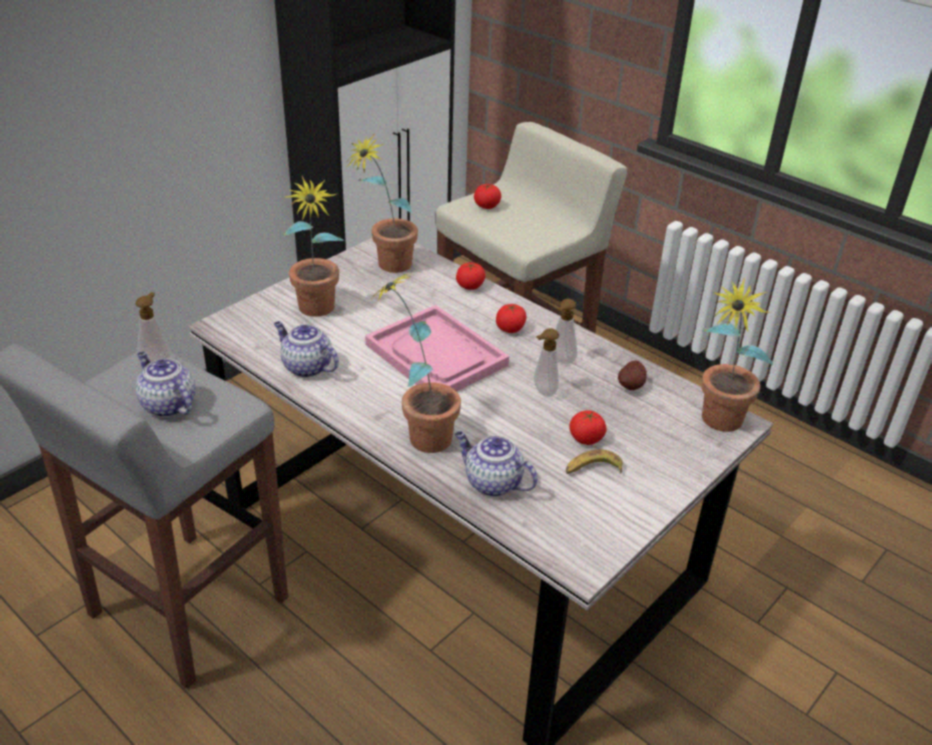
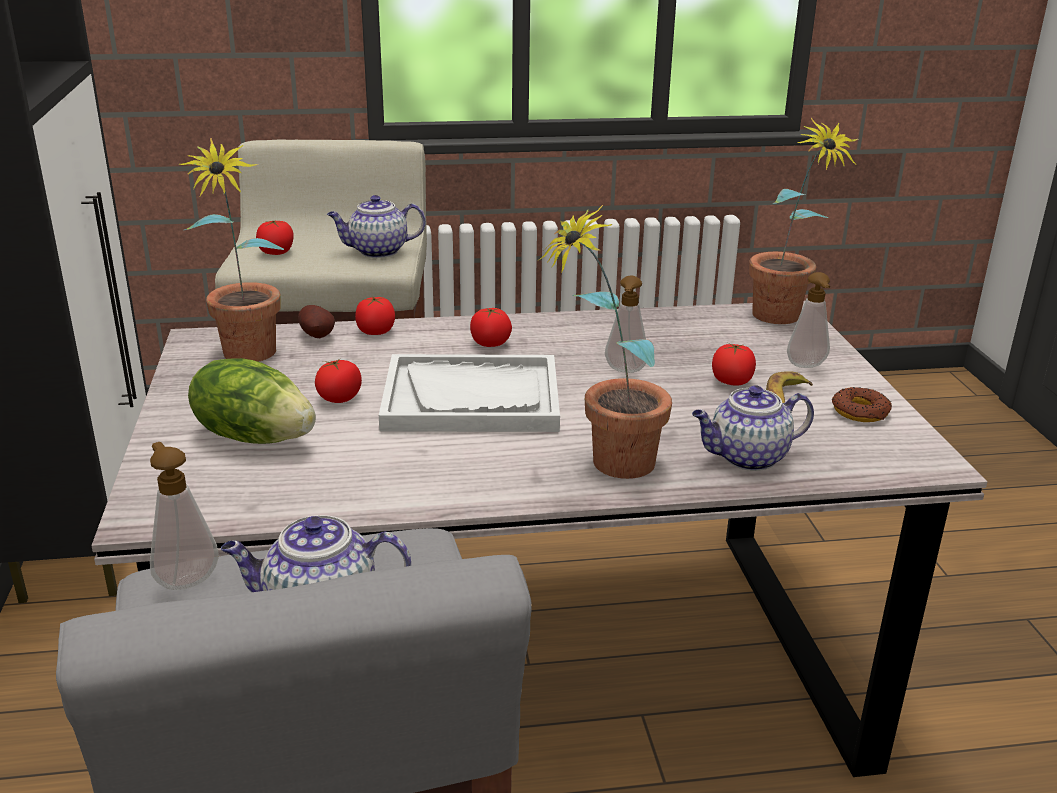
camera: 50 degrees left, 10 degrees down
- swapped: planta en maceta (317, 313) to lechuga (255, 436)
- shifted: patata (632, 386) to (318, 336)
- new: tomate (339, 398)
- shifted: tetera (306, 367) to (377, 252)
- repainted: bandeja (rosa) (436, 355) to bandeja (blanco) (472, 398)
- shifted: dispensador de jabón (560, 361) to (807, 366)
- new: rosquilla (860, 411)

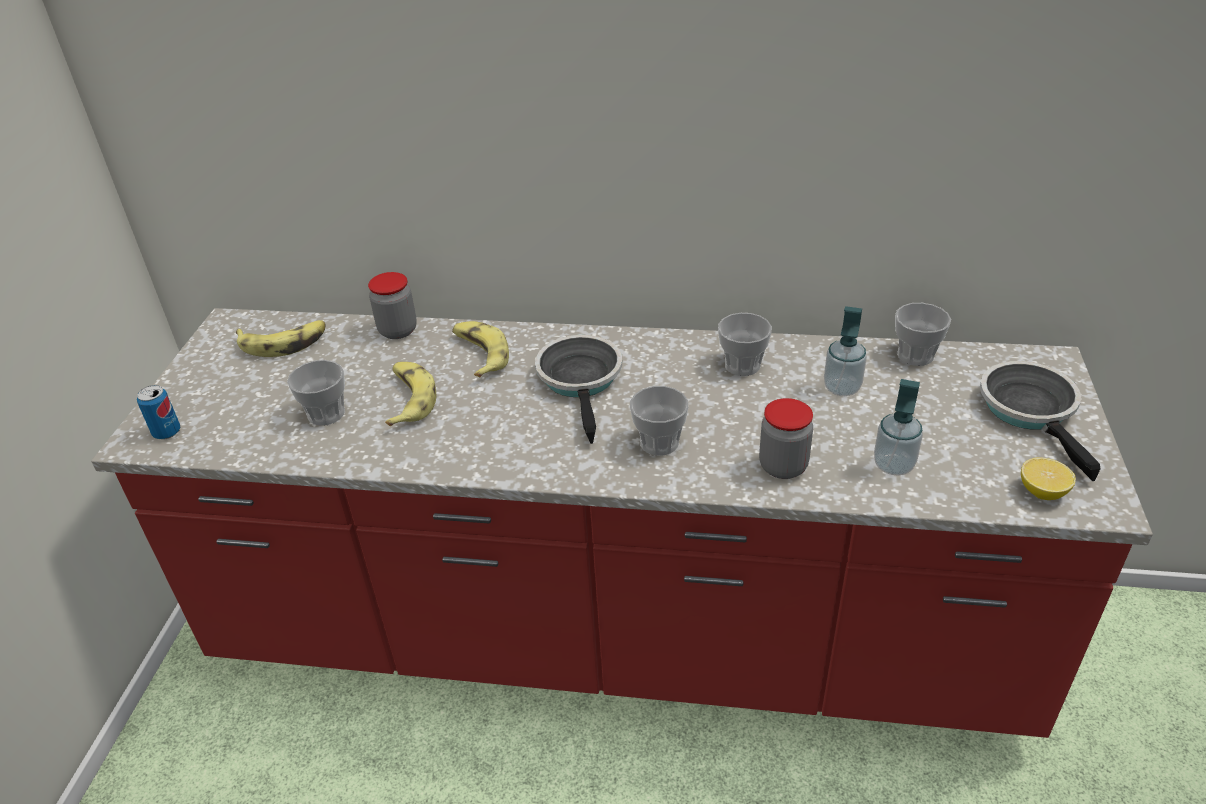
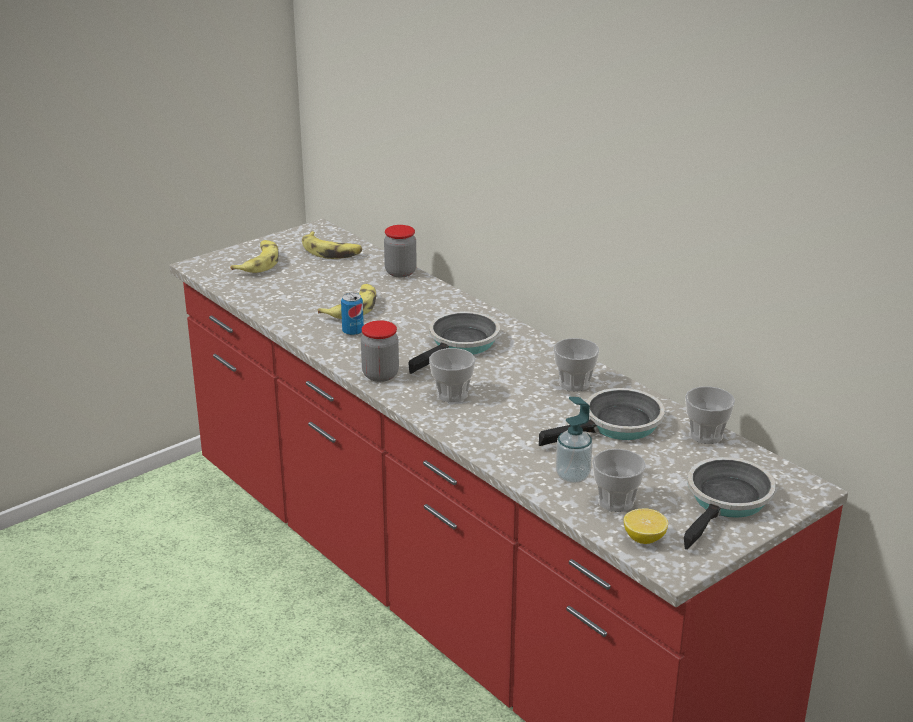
camera: 40 degrees right, 10 degrees down
- shifted: plátano (480, 354) to (258, 263)
- shifted: lata (167, 432) to (353, 332)
- shifted: tarro (783, 466) to (380, 375)
- swapped: dispensador de jabón (842, 388) to sartén (617, 426)
- shifted: taza (326, 414) to (616, 501)

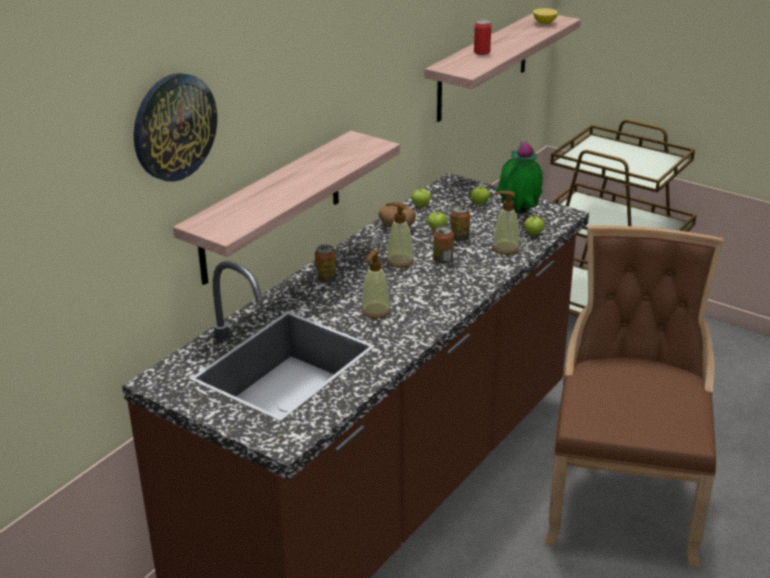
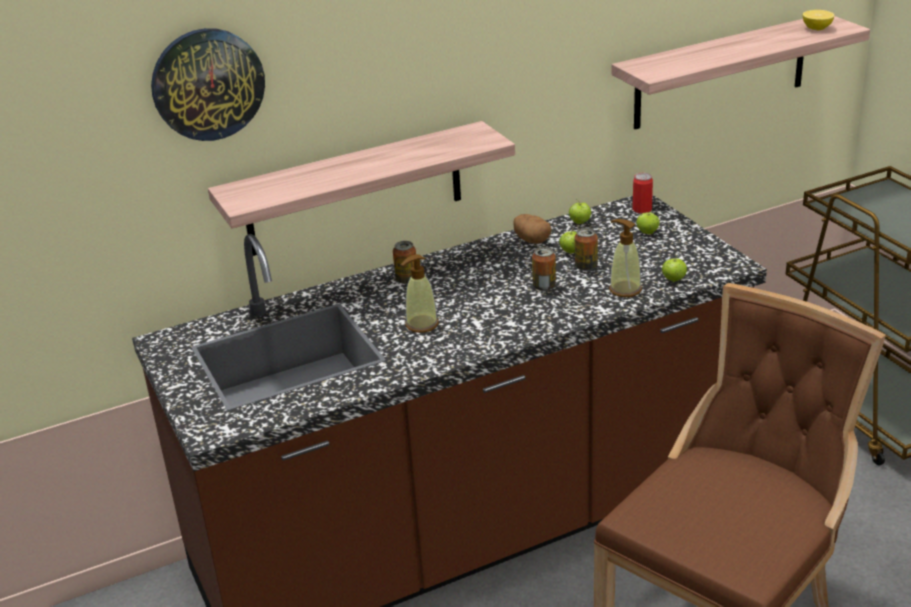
camera: 30 degrees right, 0 degrees up
- shifted: lata (481, 52) to (642, 209)
- gone: dispensador de jabón (399, 261)
- gone: planta en maceta (518, 215)

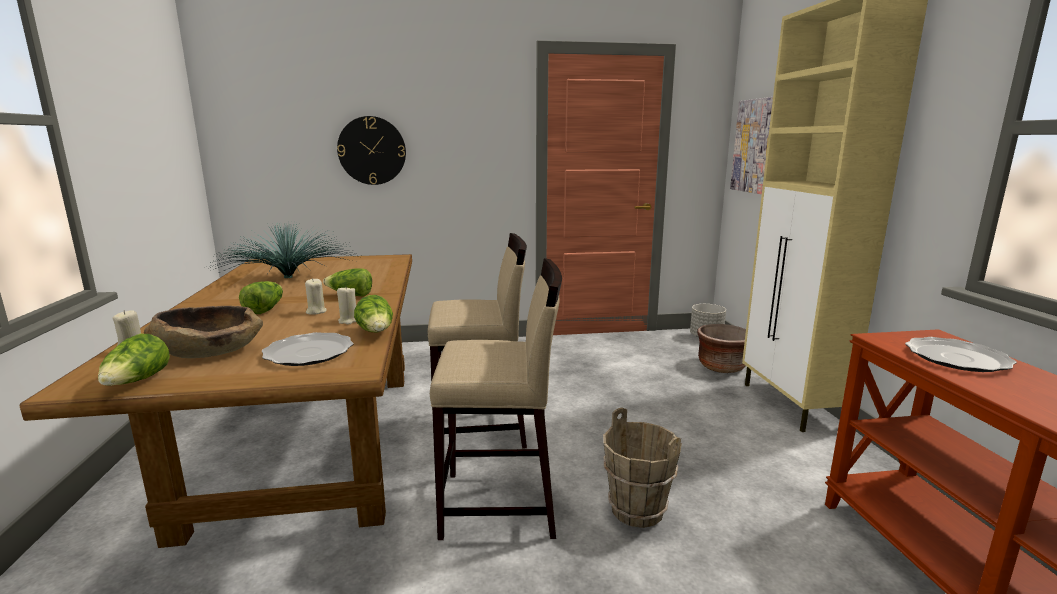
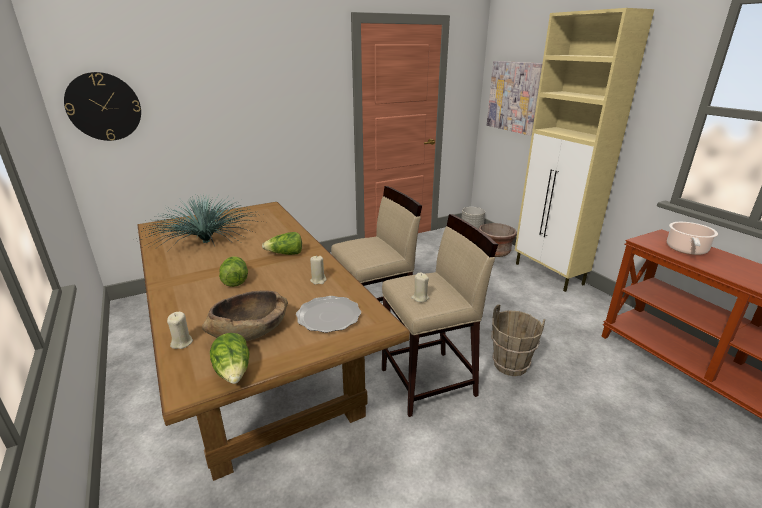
camera: 20 degrees left, 10 degrees up
- shifted: reloj de pared (372, 150) to (104, 107)
- shifted: vela (beis) (316, 311) to (420, 298)
- swapped: plato (956, 358) to olla (686, 250)
- gone: lechuga (376, 332)

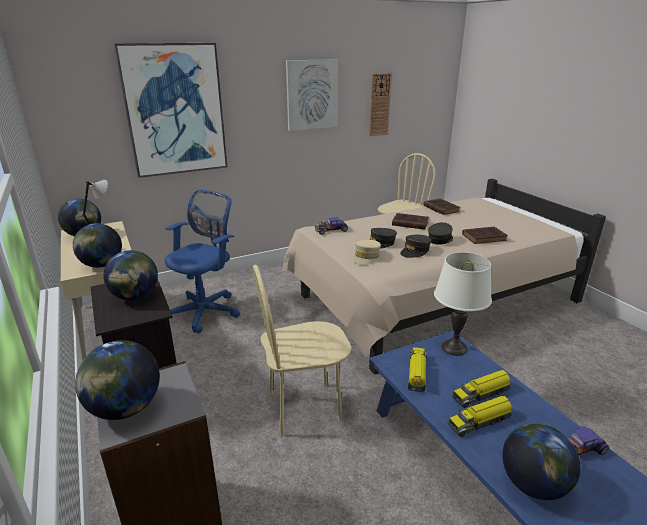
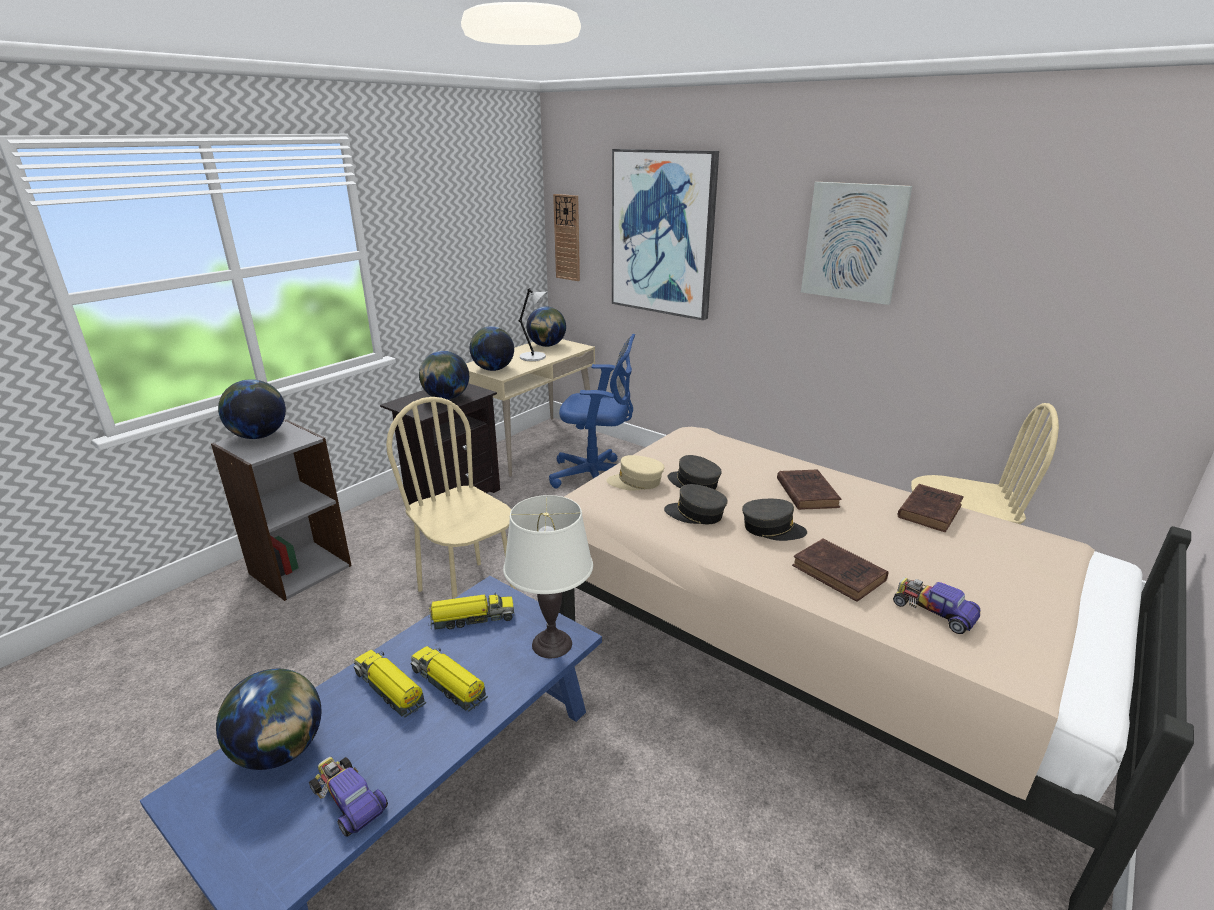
camera: 65 degrees right, 0 degrees up
- shifted: reloj de pared (379, 105) to (567, 238)
- shifted: coche de juguete (331, 230) to (933, 611)

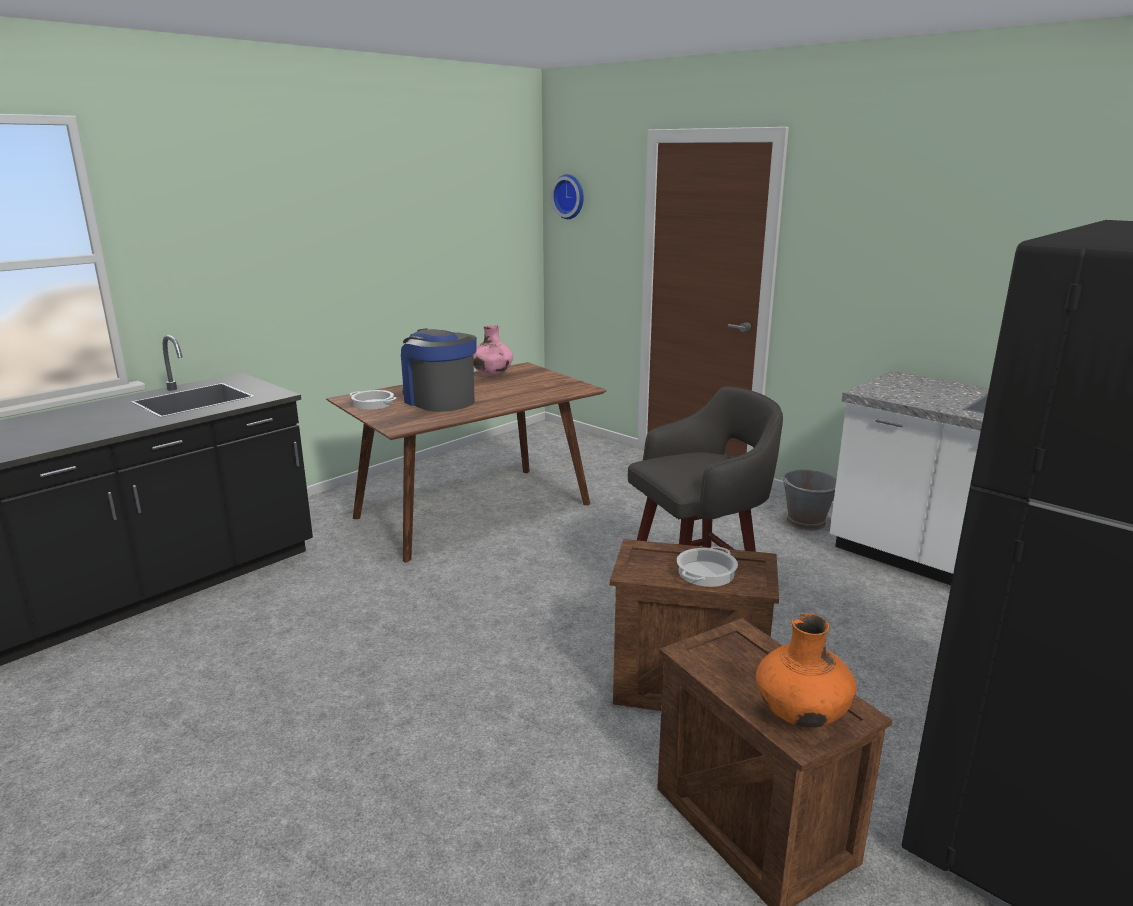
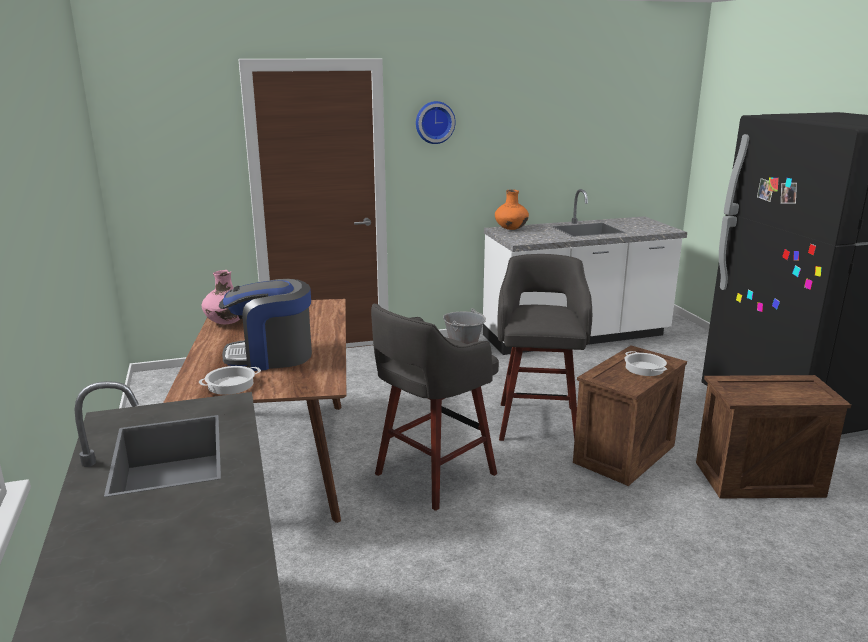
camera: 60 degrees left, 0 degrees up
- new: taburete (gris) (432, 475)
- shifted: reloj de pared (570, 196) to (434, 122)
- shifted: florero (naranja) (801, 715) to (511, 229)

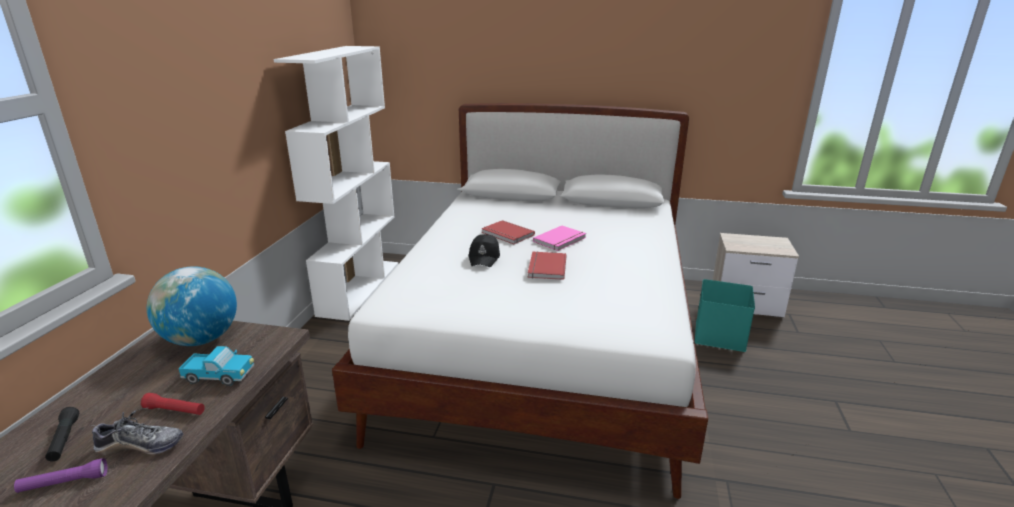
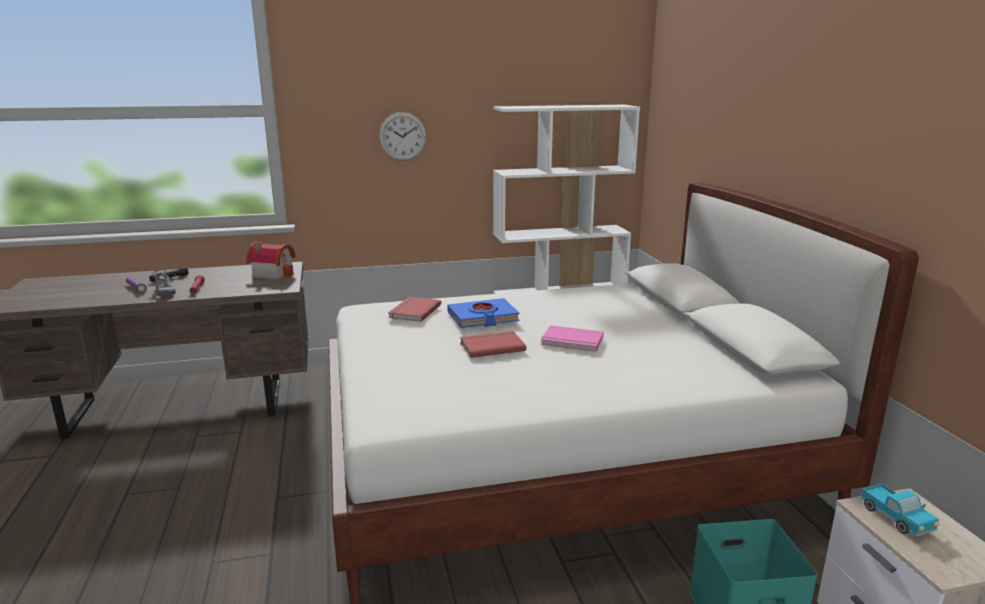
camera: 65 degrees right, 5 degrees down
- swapped: globo terráqueo (201, 340) to casita (273, 273)
- new: reloj de pared (402, 136)
- shifted: libro (rojo) (507, 234) to (413, 311)
- swapped: gorra (negro) (484, 257) to libro (azul) (483, 318)
- shifted: camión de juguete (220, 377) to (896, 519)

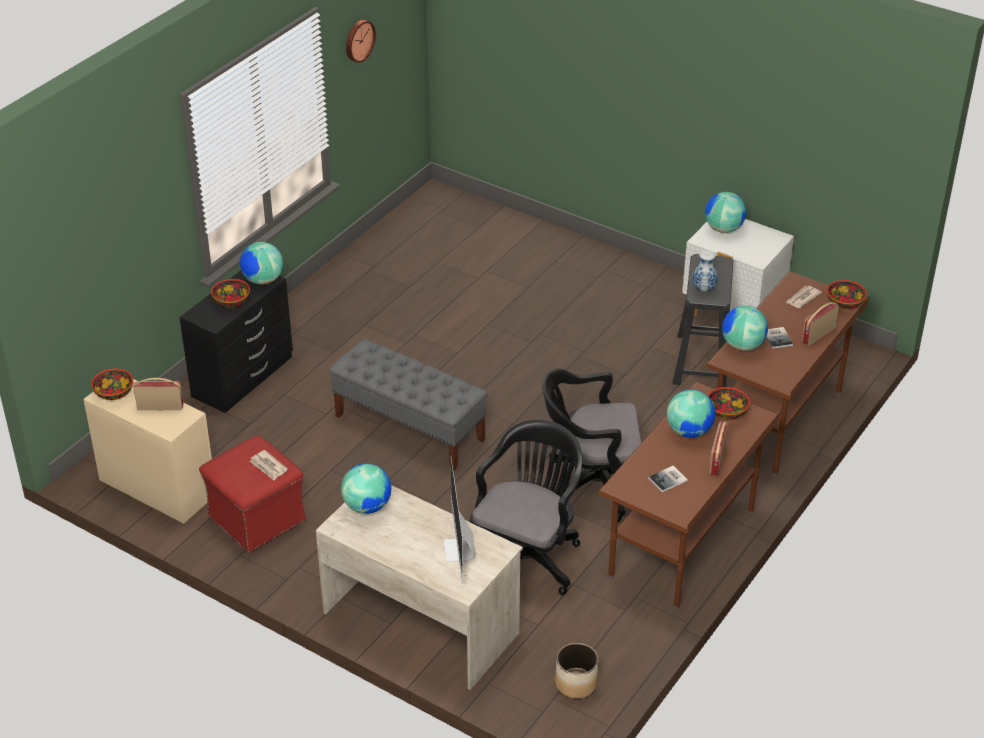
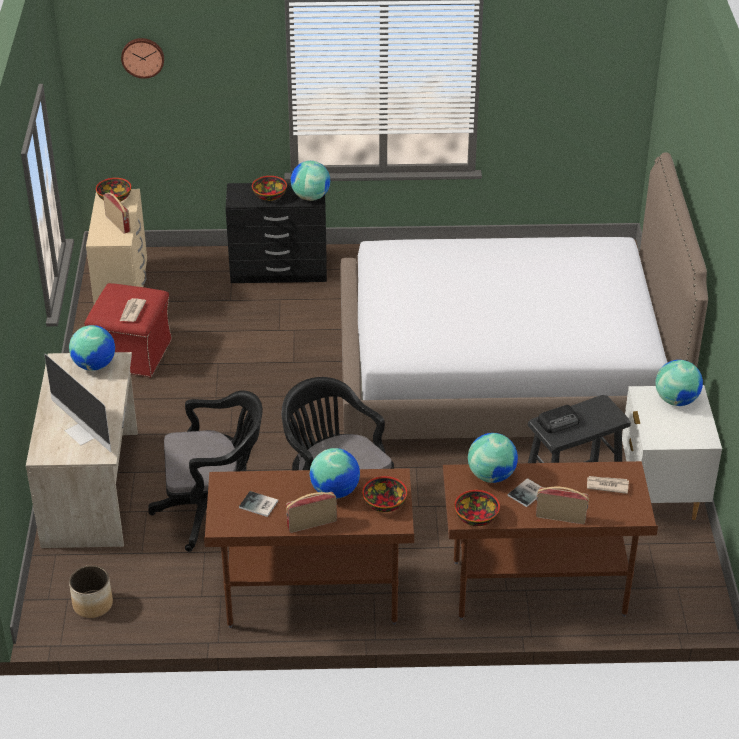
camera: 55 degrees right, 0 degrees up
- rotated: monitor (459, 550) = (84, 432) 90 degrees counterclockwise
- shifted: reloj de pared (358, 40) to (142, 57)
- new: cama (505, 375)
- shifted: cuenco (845, 302) to (477, 517)
- swapped: florero (703, 289) to radio (559, 422)
- gone: banco (gris) (410, 428)

